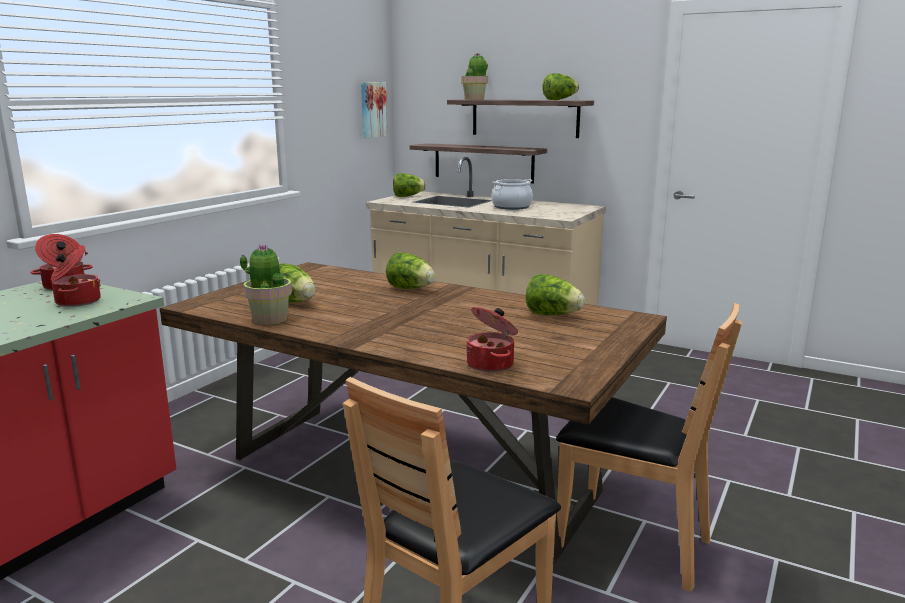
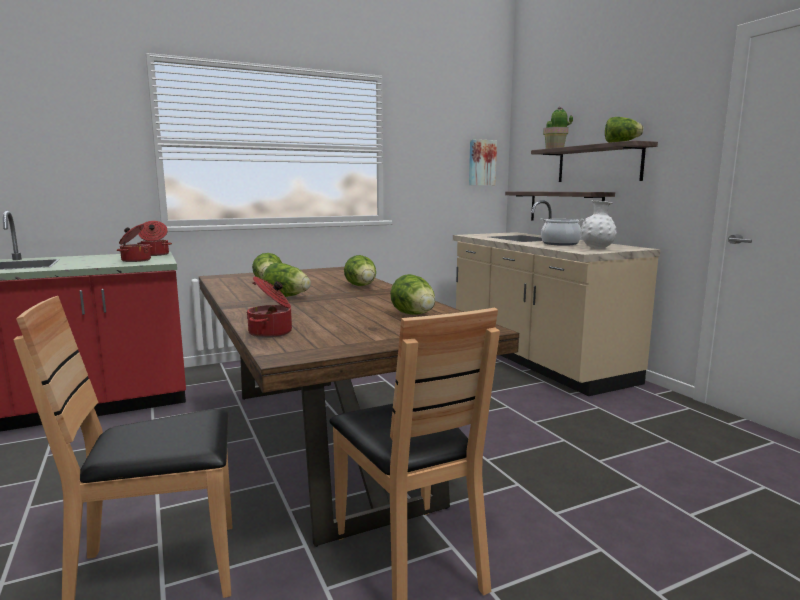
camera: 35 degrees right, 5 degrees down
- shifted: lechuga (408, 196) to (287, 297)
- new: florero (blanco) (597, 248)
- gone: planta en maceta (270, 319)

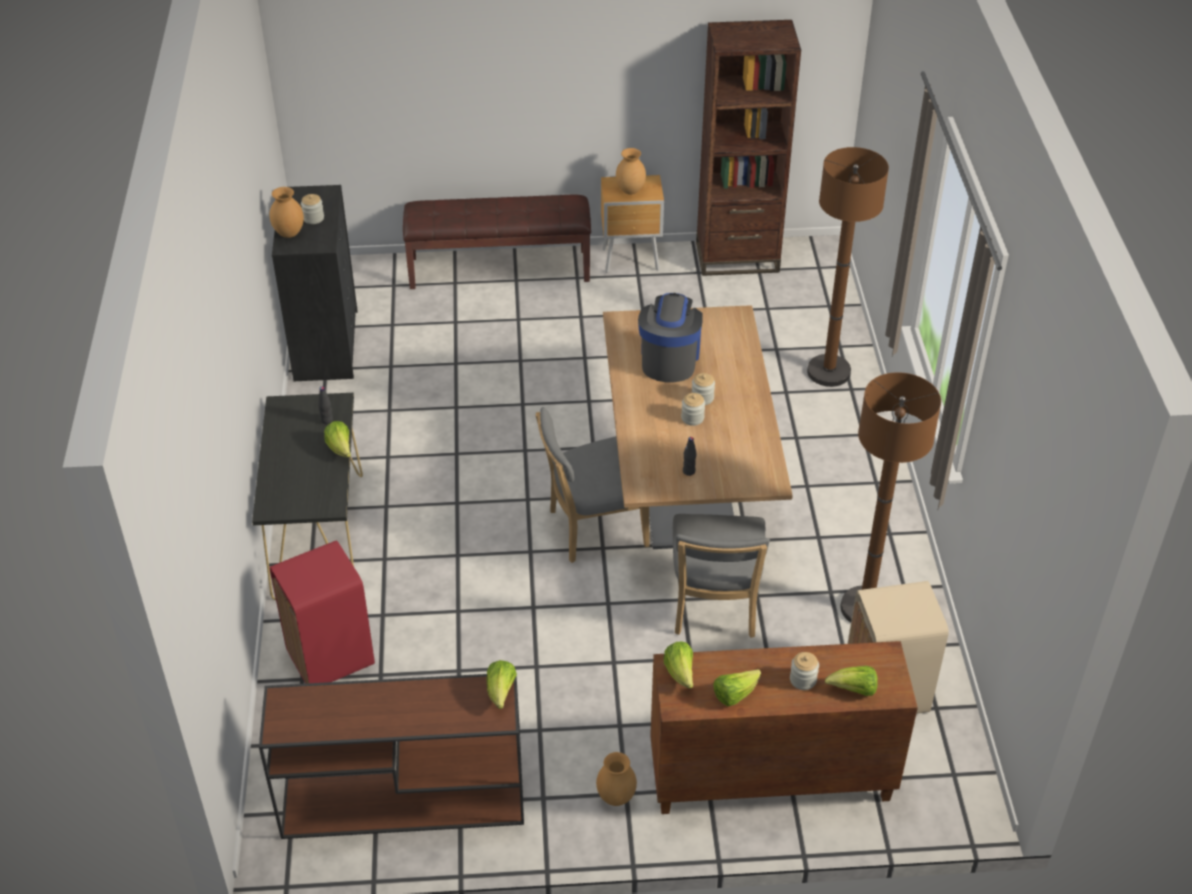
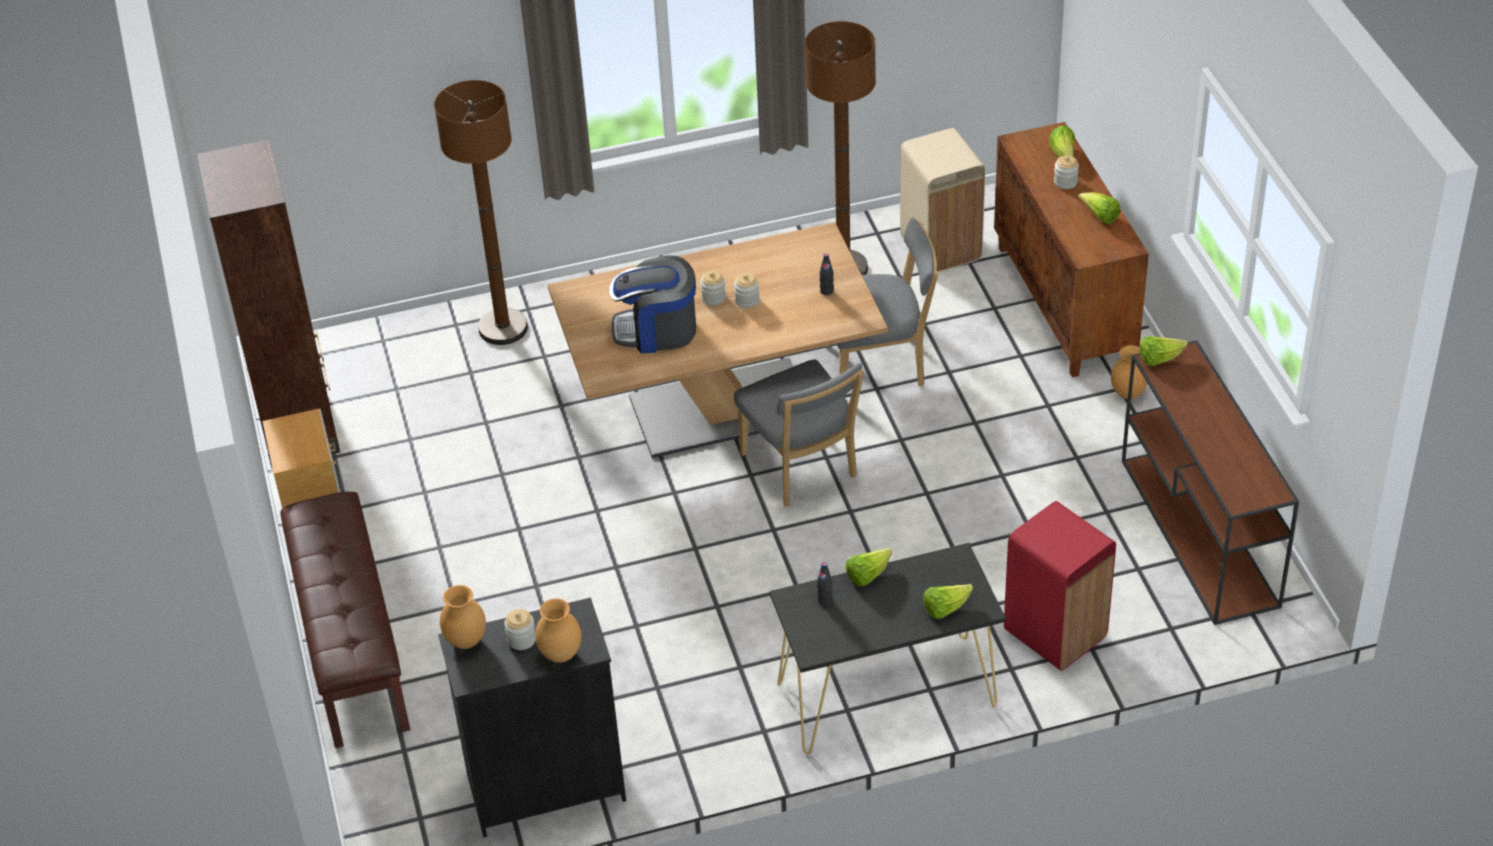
camera: 100 degrees left, 0 degrees up
- shifted: florero (marrón) (630, 191) to (466, 640)
- shifted: lechuga (680, 673) to (945, 608)

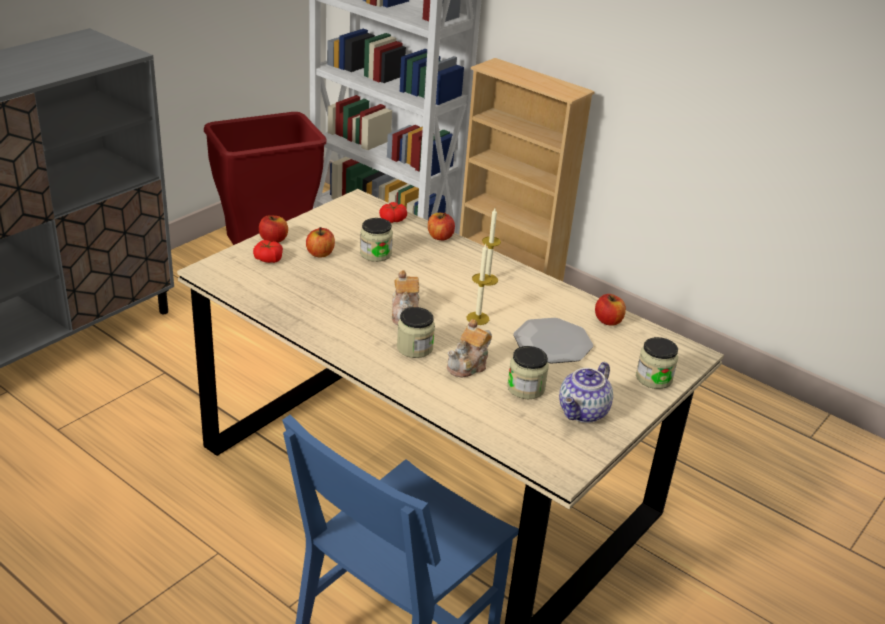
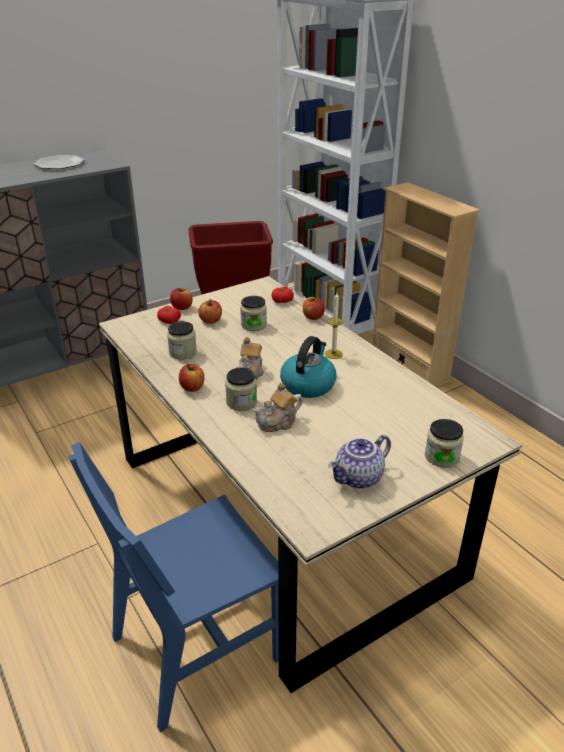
camera: 20 degrees right, 0 degrees up
- shifted: plato (552, 342) to (59, 164)
- shifted: tarro (525, 388) to (183, 352)
- shifted: manzana (608, 321) to (192, 387)
- swapped: vela (477, 318) to hervidor (308, 384)

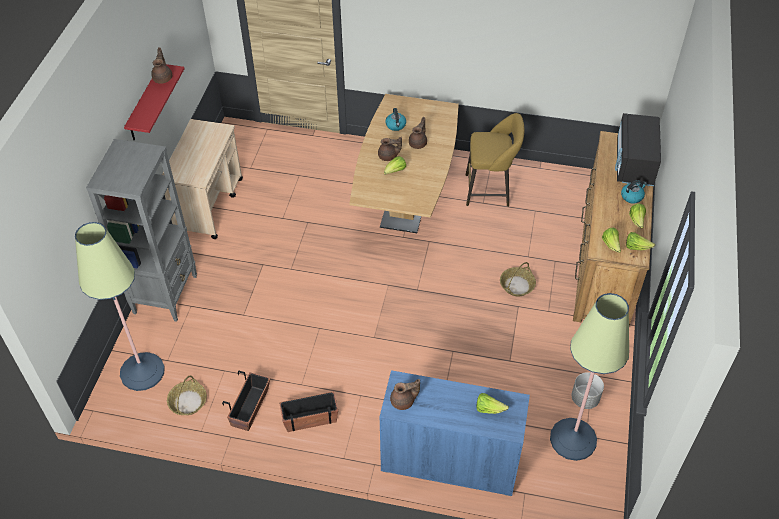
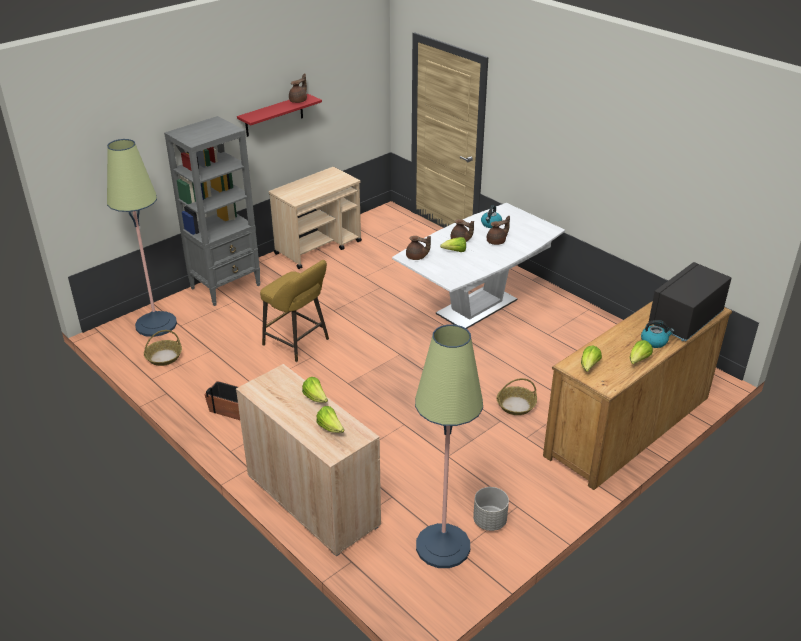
camera: 35 degrees right, 15 degrees down
- repainted: armario (azul) (450, 461) to armario (beis) (312, 500)
- shifted: taburete (amarillo) (490, 190) to (298, 343)
- shifted: lechuga (636, 247) to (315, 398)
- repainted: mesa de comedor (marrón) (405, 203) to mesa de comedor (blanco) (476, 307)
- shifted: tetera (marrón) (403, 401) to (416, 257)
- gone: maceta (250, 408)

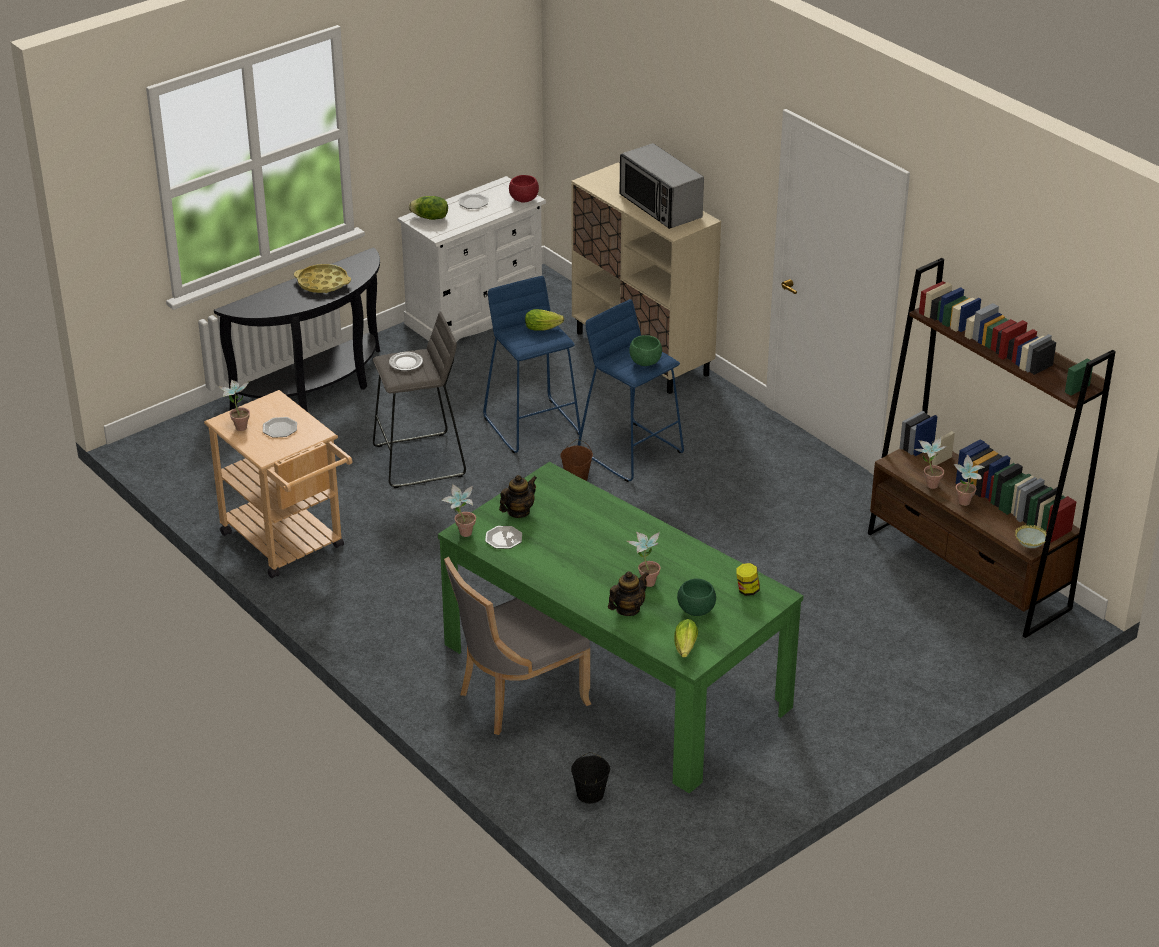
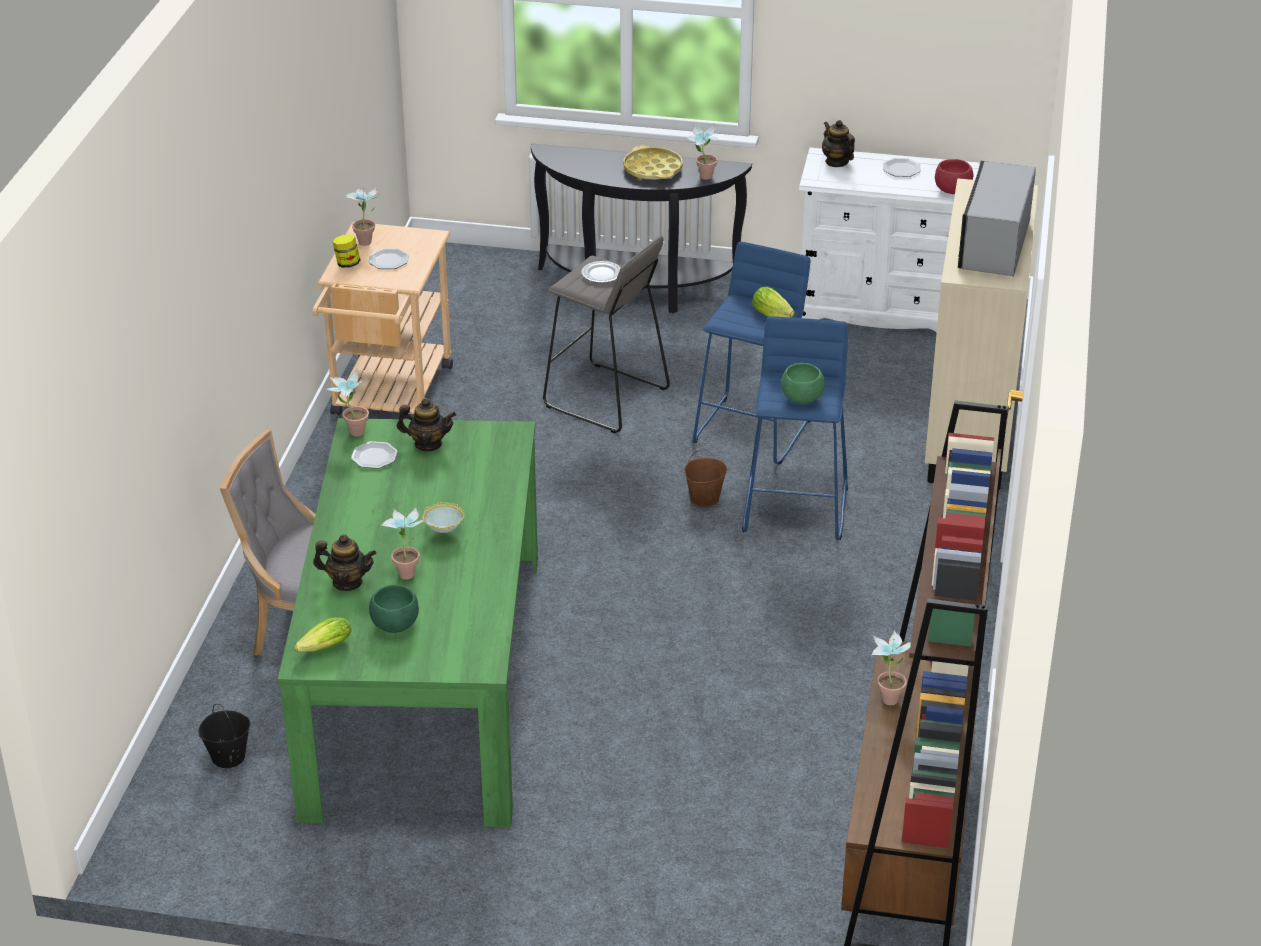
camera: 50 degrees right, 0 degrees up
- shifted: tarro (747, 590) to (347, 264)
- shifted: cuenco (1029, 548) to (444, 532)
- shifted: planta en maceta (964, 505) to (702, 178)
- swapped: lechuga (430, 218) to tetera (837, 162)

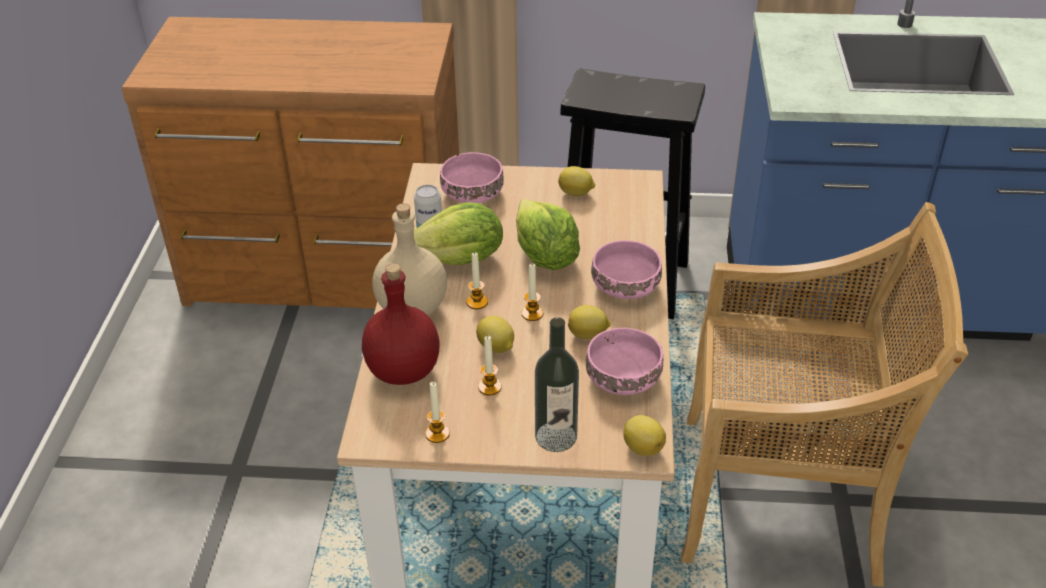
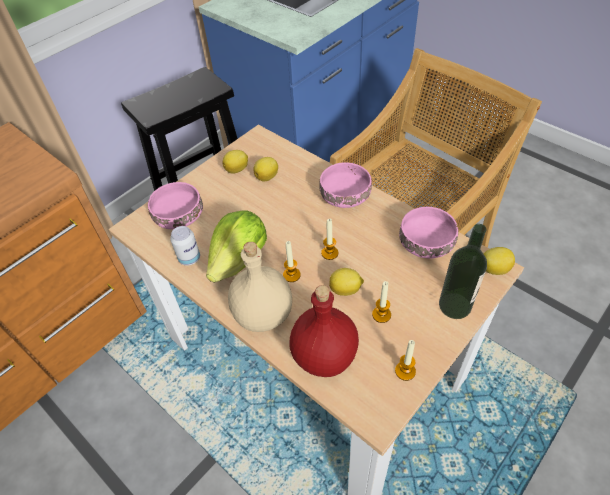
camera: 50 degrees left, 10 degrees up
- shifted: limón (588, 335) to (267, 177)
- gone: lechuga (544, 257)

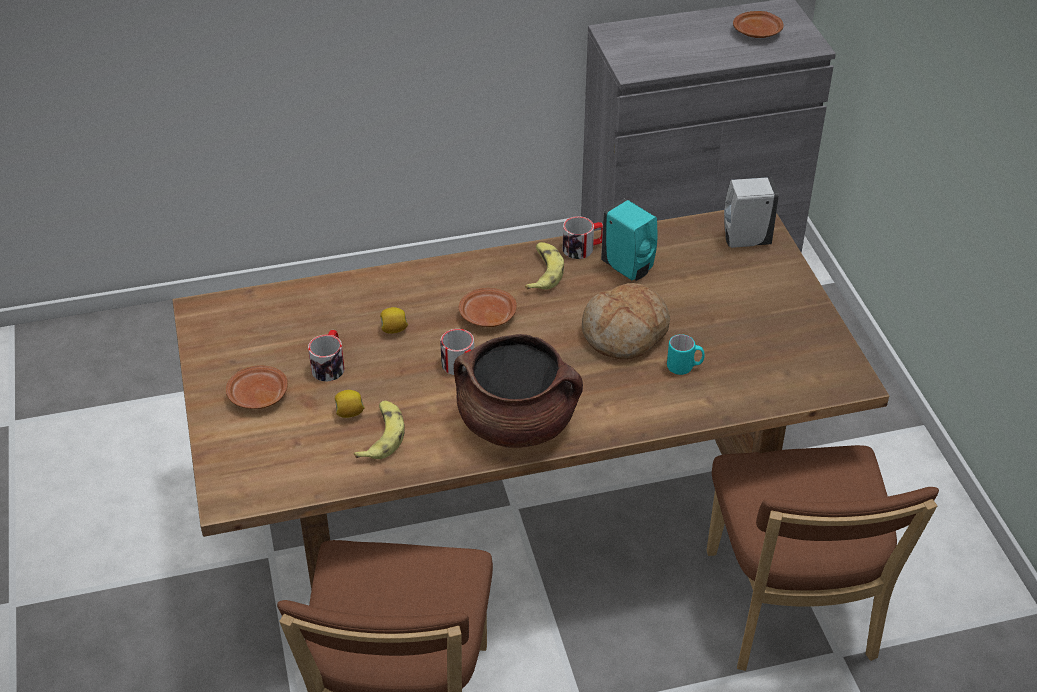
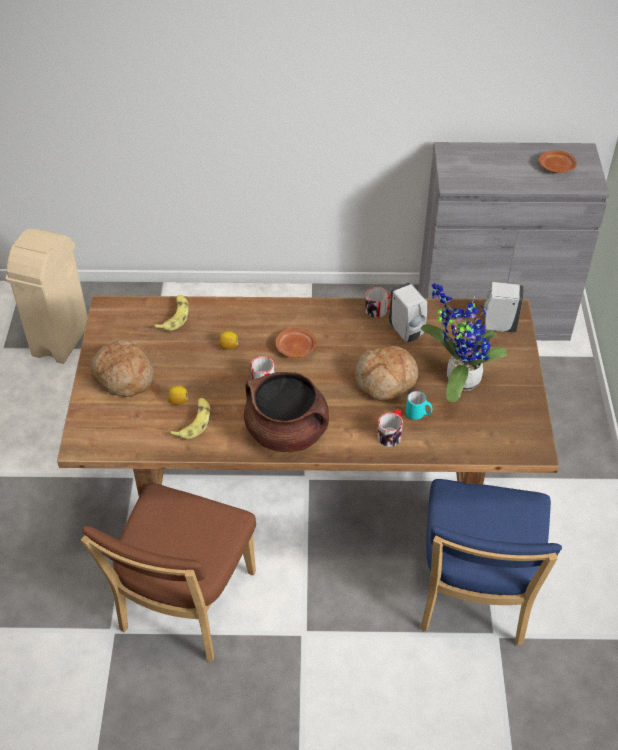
camera: 15 degrees right, 5 degrees up
- new: papelera (beis) (60, 341)
- swapped: plato (marrón) (257, 396) to pan (123, 376)
- shifted: plátano (543, 272) to (174, 316)
- shifted: taza grande (330, 365) to (391, 433)
- repainted: dispensador de jabón (turquesa) (628, 268) to dispensador de jabón (blanco) (406, 331)
- repainted: silla (marrón) (791, 612) to silla (azul) (473, 597)
- new: planta en maceta (458, 379)

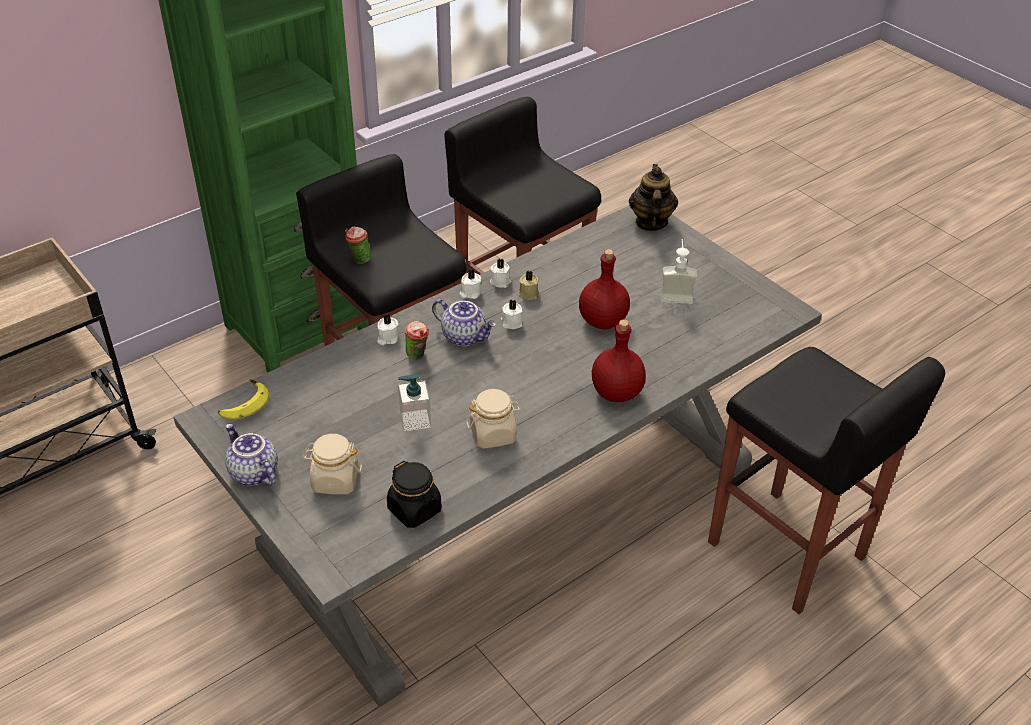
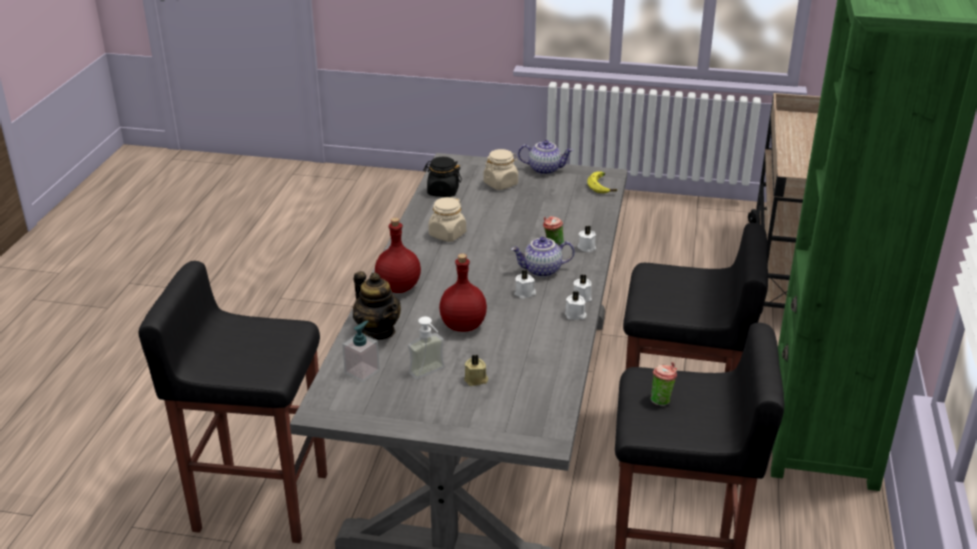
camera: 140 degrees right, 10 degrees down
- shifted: dispensador de jabón (415, 420) to (362, 371)
- shifted: tetera (650, 222) to (378, 331)
- shifted: vela (beis) (528, 293) to (476, 380)
- shifted: taza (359, 260) to (661, 400)

